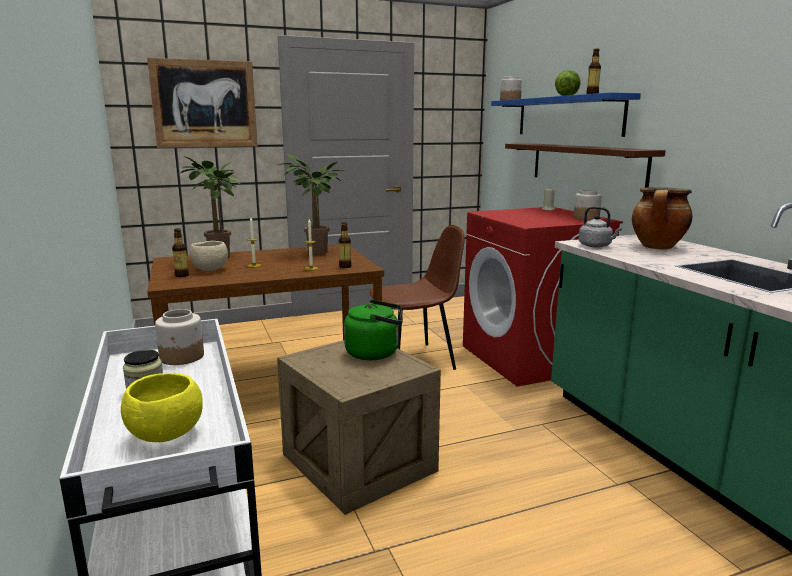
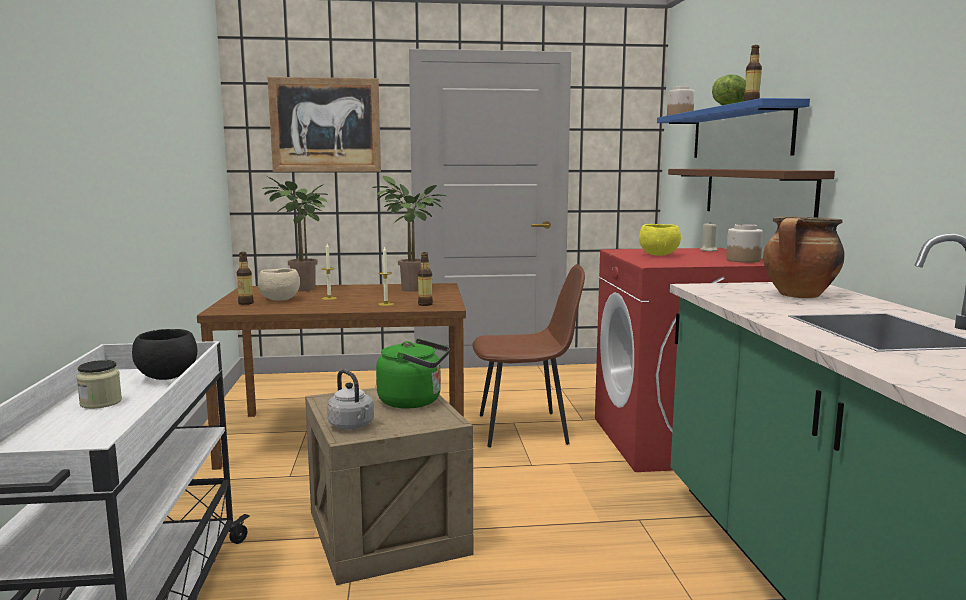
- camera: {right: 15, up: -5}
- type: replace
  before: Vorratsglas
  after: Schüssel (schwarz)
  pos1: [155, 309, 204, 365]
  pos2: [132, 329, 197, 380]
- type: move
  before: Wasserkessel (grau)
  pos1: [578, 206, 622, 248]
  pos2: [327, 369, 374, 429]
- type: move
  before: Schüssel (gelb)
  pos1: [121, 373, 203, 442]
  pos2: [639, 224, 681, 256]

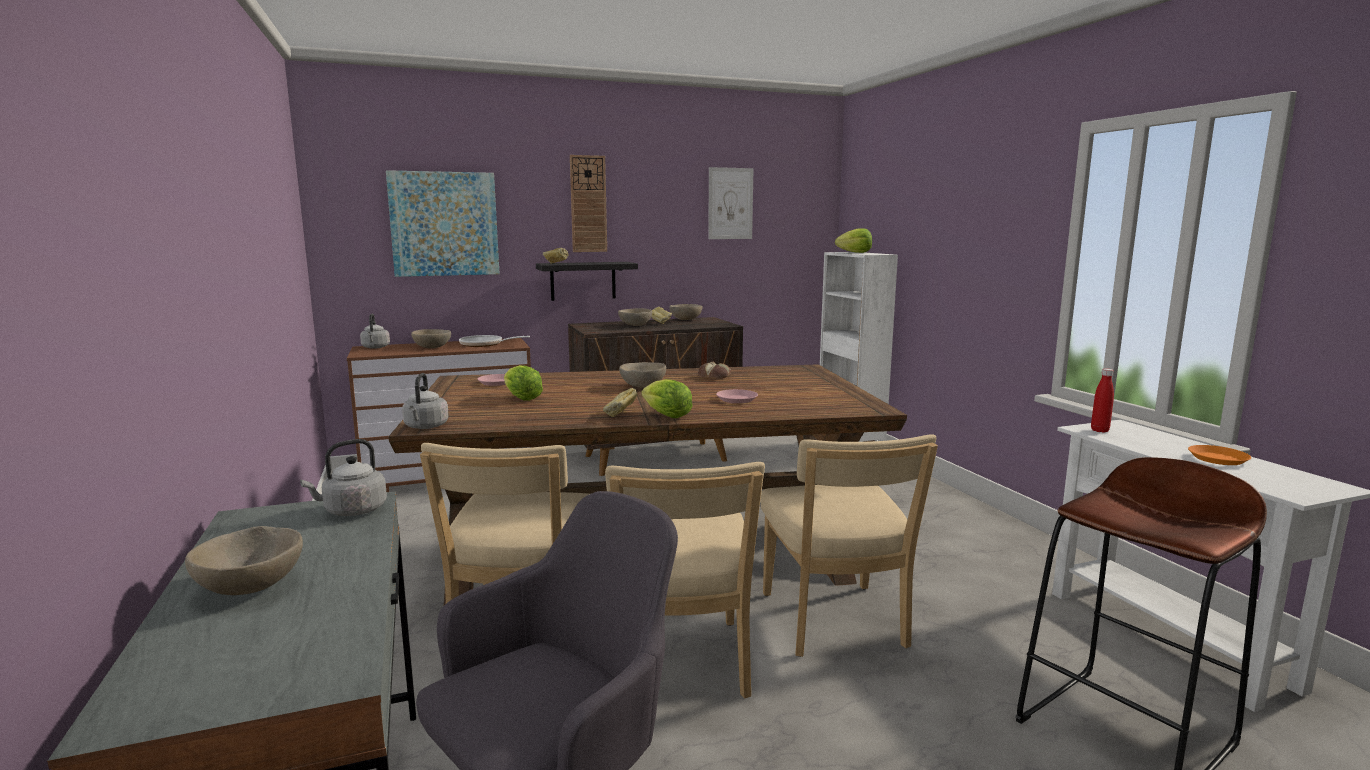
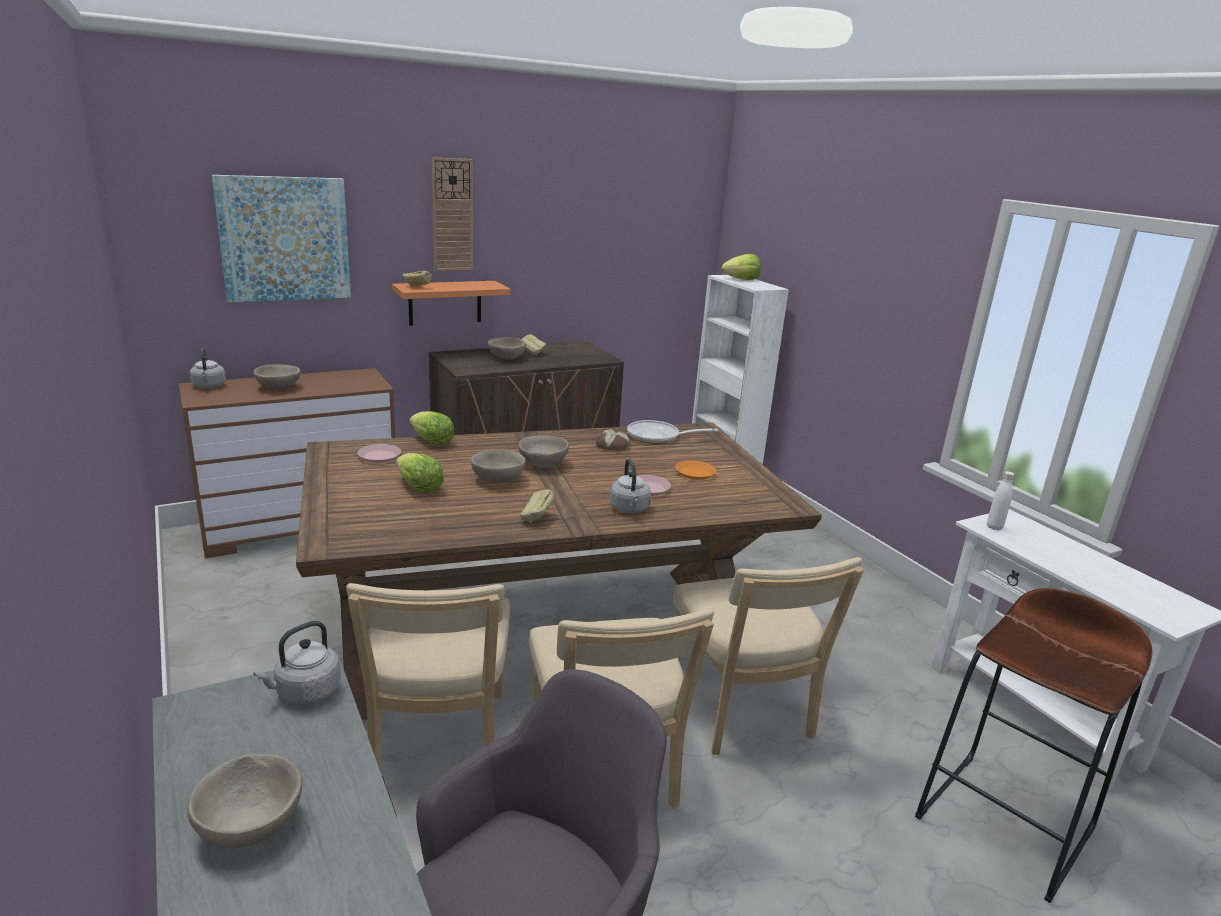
- camera: {right: -10, up: 10}
- type: recolor
  before: Wandregal (schwarz)
  after: Wandregal (orange)
  pos1: [536, 262, 638, 301]
  pos2: [392, 281, 510, 326]
- type: move
  before: Salatkopf
  pos1: [642, 379, 693, 418]
  pos2: [410, 411, 454, 446]
- type: move
  before: Schüssel (beige)
  pos1: [670, 304, 702, 320]
  pos2: [471, 449, 526, 483]
- type: move
  before: Wasserkessel (grau)
  pos1: [402, 373, 449, 429]
  pos2: [610, 459, 651, 513]
- type: move
  before: Pfanne
  pos1: [459, 335, 530, 347]
  pos2: [627, 420, 718, 444]
- type: move
  before: Teller (orange)
  pos1: [1188, 445, 1251, 465]
  pos2: [675, 460, 717, 480]
- type: recolor
  before: Flasche (rot)
  after: Flasche (weiß)
  pos1: [1091, 369, 1114, 433]
  pos2: [987, 471, 1015, 530]
- type: delete
  before: Bild
  pos1: [708, 167, 754, 239]

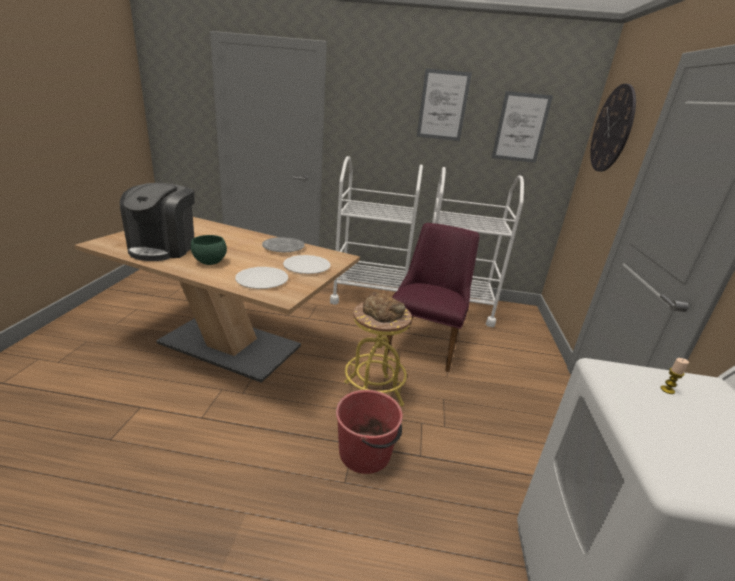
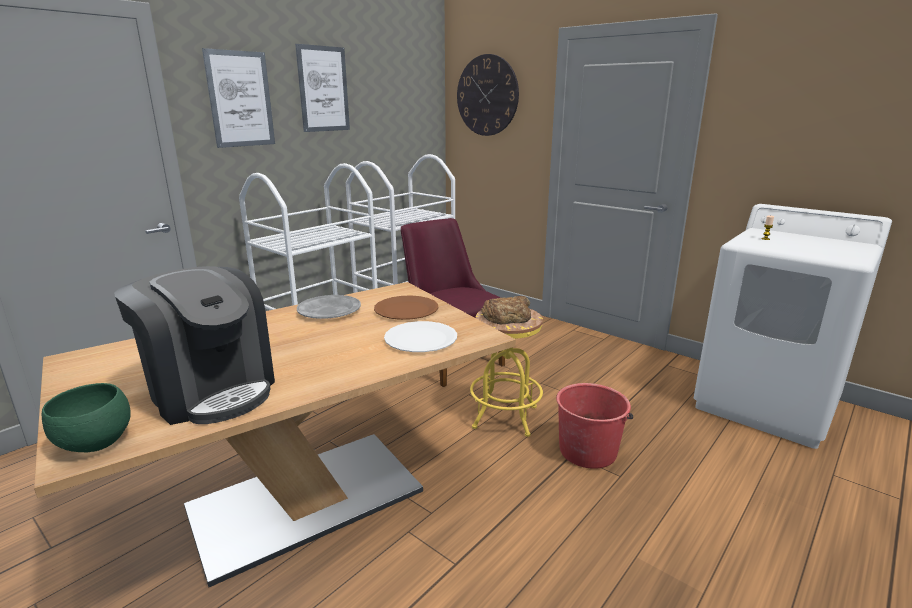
- camera: {right: -55, up: -5}
- type: move
  before: Schüssel (grün)
  pos1: [191, 235, 227, 265]
  pos2: [42, 383, 131, 452]
- type: move
  before: Bild
  pos1: [492, 91, 553, 163]
  pos2: [202, 48, 275, 148]
- type: recolor
  before: Teller (weiß)
  after: Teller (braun)
  pos1: [283, 255, 330, 274]
  pos2: [374, 295, 438, 320]

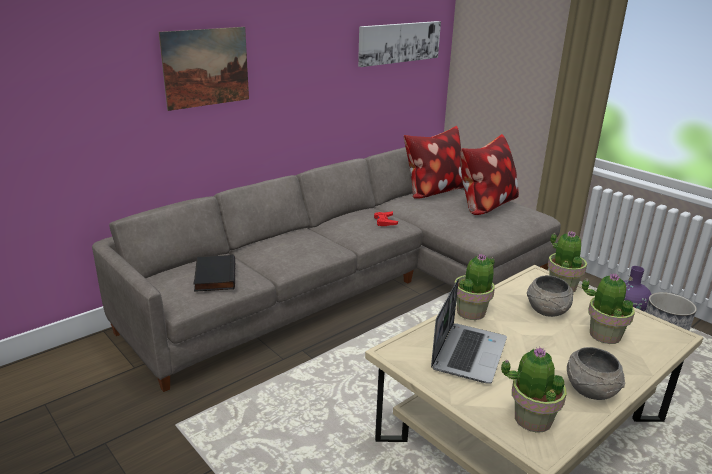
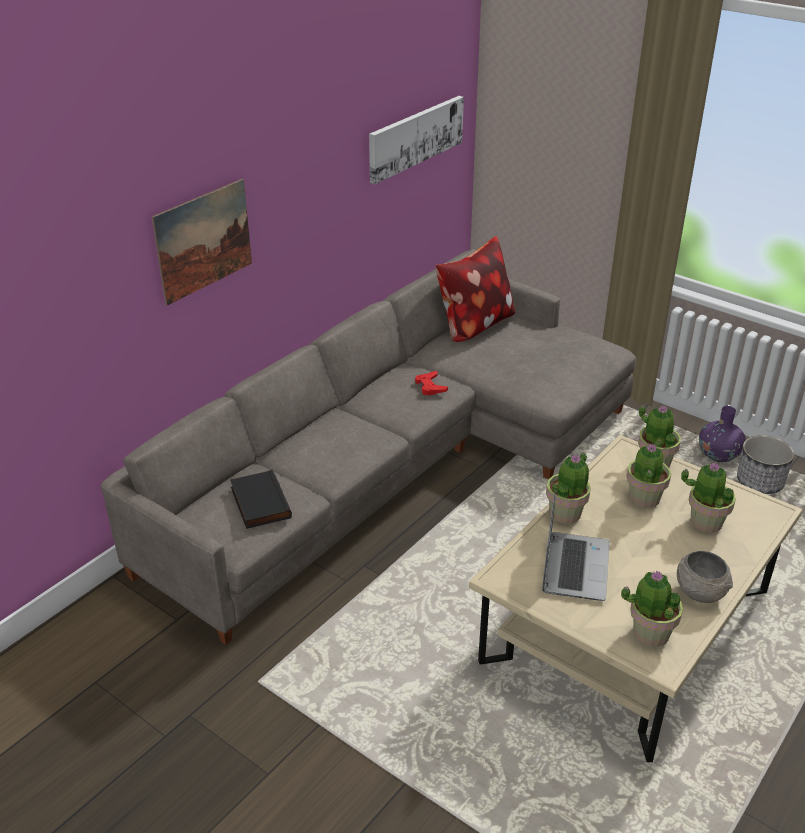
- camera: {right: -10, up: 10}
- type: replace
  before: Schüssel (grau)
  after: Topfpflanze
  pos1: [527, 275, 574, 317]
  pos2: [627, 443, 671, 508]
- type: delete
  before: Kissen
  pos1: [460, 134, 519, 215]

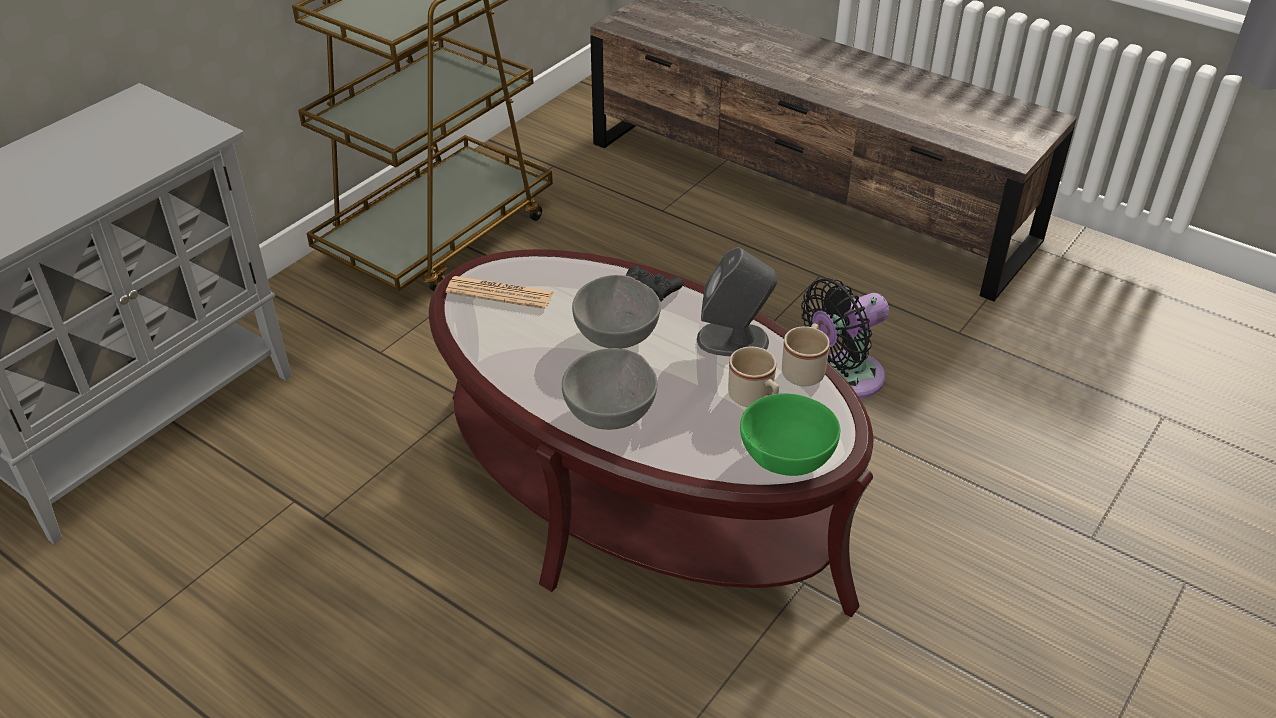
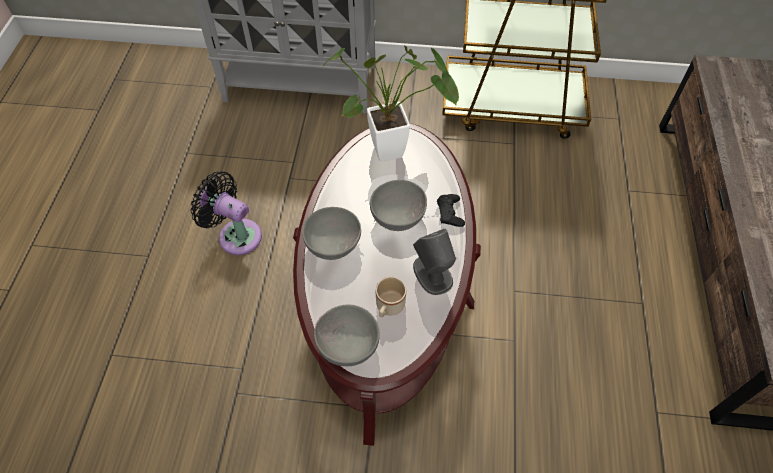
- camera: {right: 60, up: 15}
- type: move
  before: Ventilator (schwarz)
  pos1: [801, 278, 889, 398]
  pos2: [190, 171, 262, 255]
- type: recolor
  before: Schüssel (grün)
  after: Schüssel (grau)
  pos1: [740, 393, 840, 476]
  pos2: [314, 305, 380, 366]
- type: replace
  before: Zeitung
  after: Topfpflanze
  pos1: [446, 276, 554, 309]
  pos2: [323, 45, 459, 162]
- type: delete
  before: Henkelbecher (beige)
  pos1: [782, 323, 830, 386]

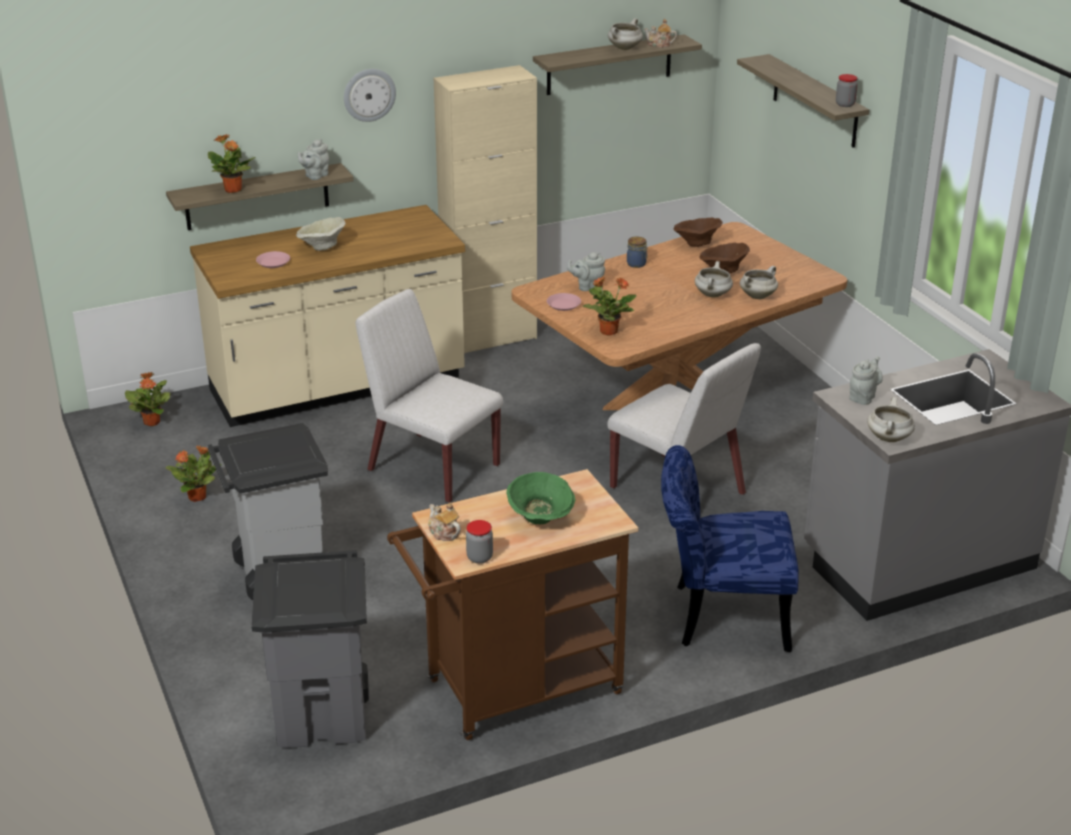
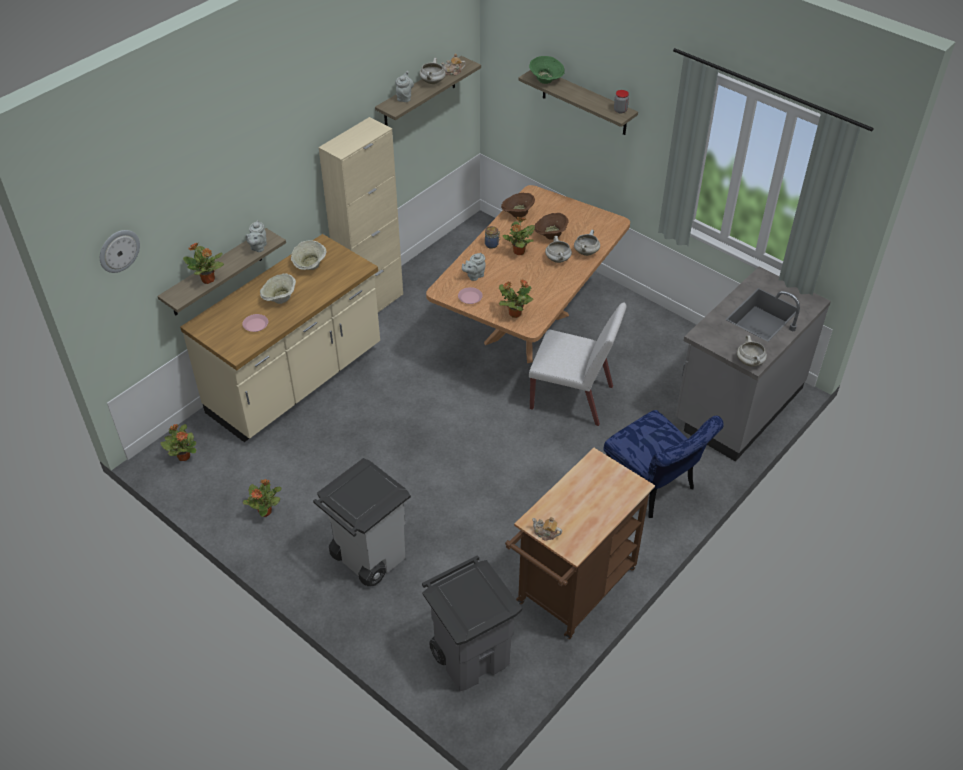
- camera: {right: -25, up: 15}
- type: move
  before: Wanduhr
  pos1: [344, 69, 396, 122]
  pos2: [100, 230, 140, 273]
- type: insert
  after: Schüssel (beige)
  pos2: [291, 240, 326, 270]
- type: move
  before: Teekanne (grau)
  pos1: [849, 356, 883, 405]
  pos2: [395, 71, 414, 102]
- type: insert
  after: Topfpflanze
  pos2: [503, 217, 535, 255]
- type: move
  before: Schüssel (grün)
  pos1: [506, 472, 576, 524]
  pos2: [529, 56, 565, 84]
- type: rotate
  before: Stuhl (blau)
  pos1: [661, 445, 799, 652]
  pos2: [603, 410, 724, 518]
  turn: -105
- type: delete
  before: Stuhl (weiß)
  pos1: [356, 289, 503, 503]
- type: delete
  before: Vorratsglas
  pos1: [466, 520, 493, 564]

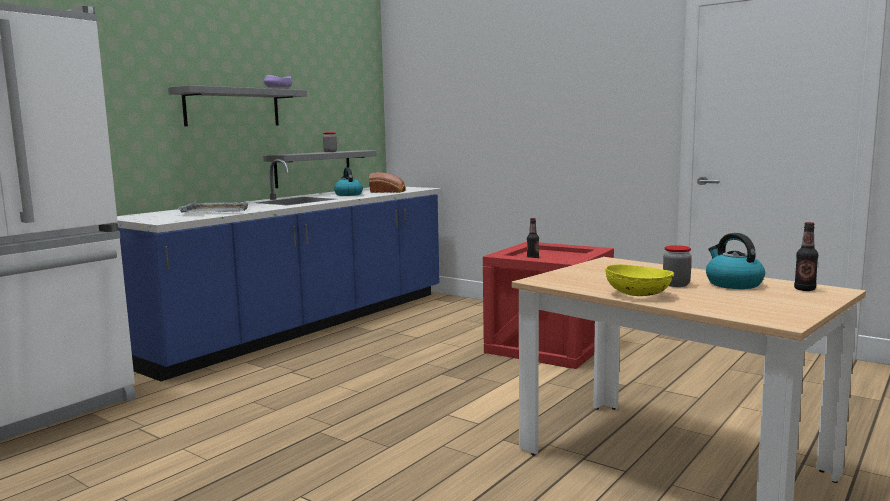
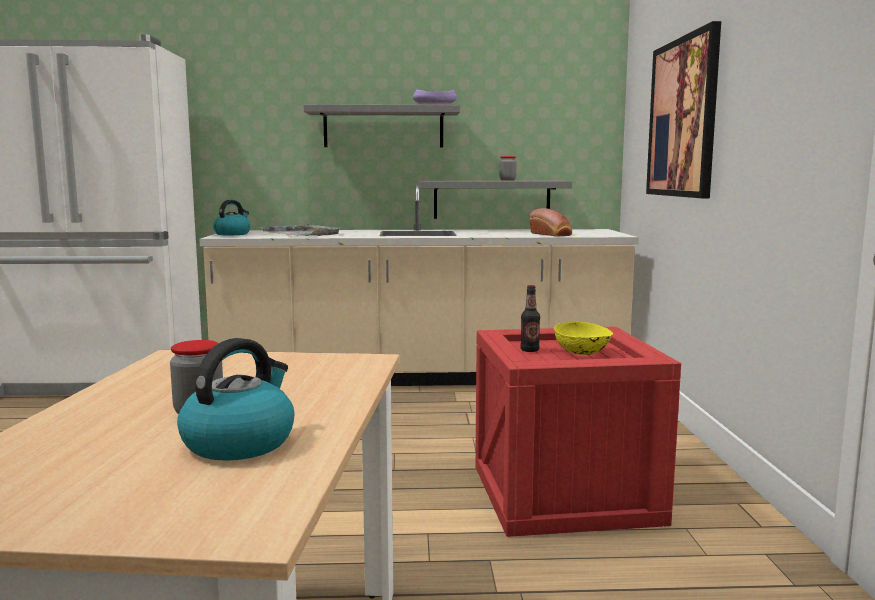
- camera: {right: 50, up: 0}
- type: recolor
  before: Küchenzeile (blau)
  after: Küchenzeile (beige)
  pos1: [117, 159, 442, 381]
  pos2: [199, 185, 639, 386]
- type: move
  before: Wasserkessel
  pos1: [334, 168, 363, 196]
  pos2: [213, 200, 251, 235]
- type: move
  before: Schüssel (gelb)
  pos1: [605, 264, 674, 296]
  pos2: [554, 322, 613, 355]
- type: insert
  after: Bild
  pos2: [646, 21, 721, 198]
- type: delete
  before: Flasche
  pos1: [794, 222, 818, 291]

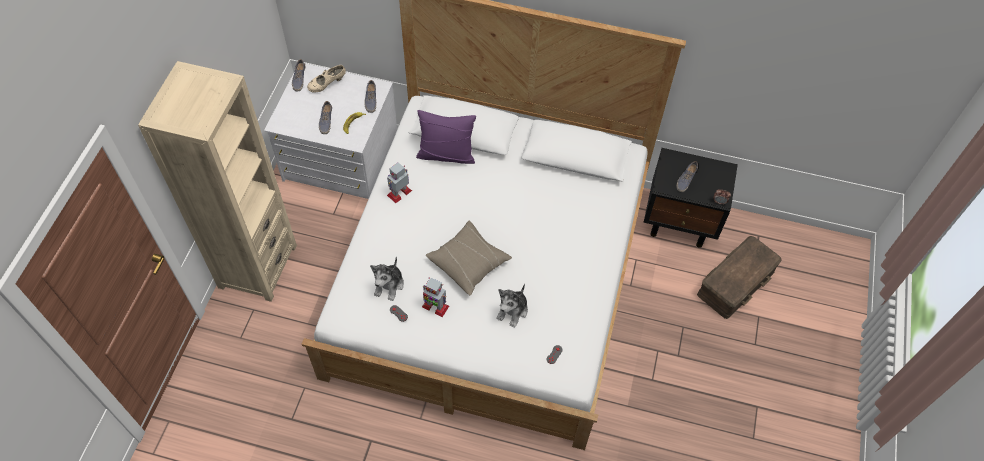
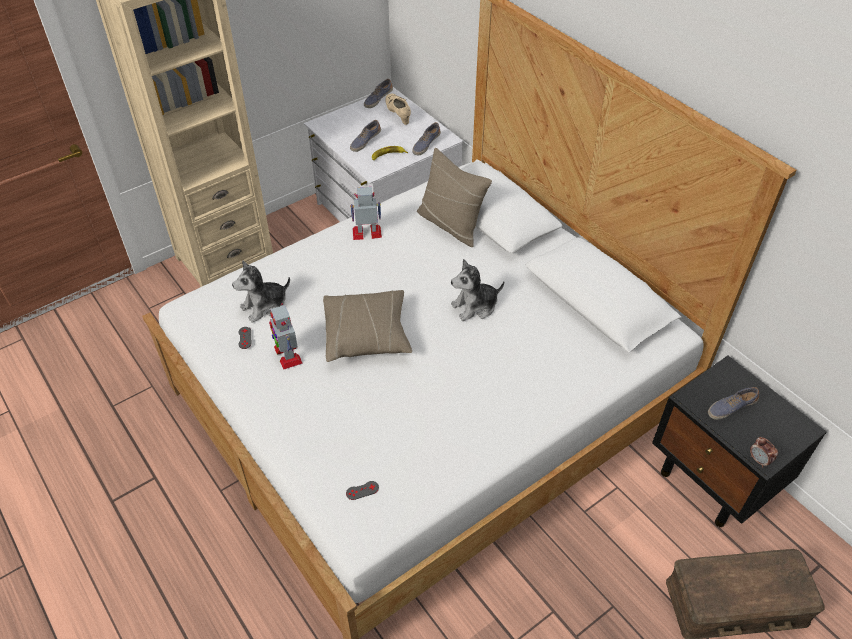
- camera: {right: 40, up: -10}
- type: rotate
  before: Schuh (beige)
  pos1: [307, 65, 346, 92]
  pos2: [385, 94, 411, 125]
  turn: 60
- type: recolor
  before: Kissen (lila)
  after: Kissen (beige)
  pos1: [416, 110, 476, 164]
  pos2: [417, 148, 492, 247]
- type: move
  before: Plüschtier
  pos1: [496, 284, 528, 328]
  pos2: [451, 259, 504, 321]

